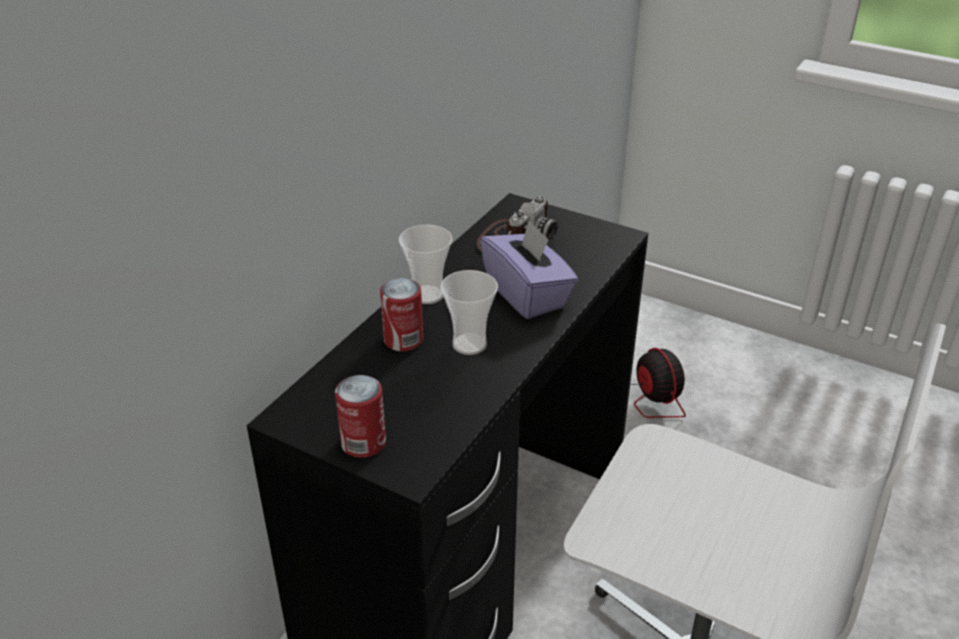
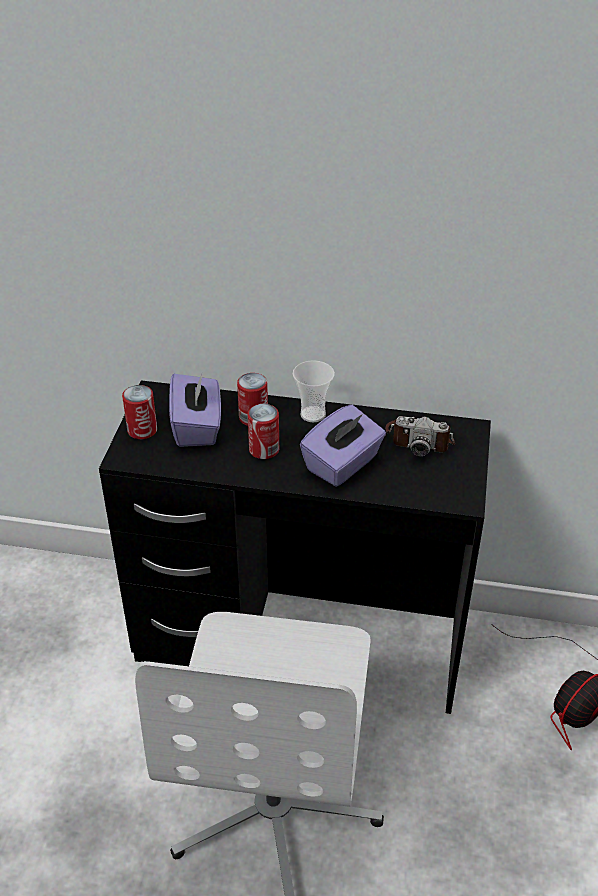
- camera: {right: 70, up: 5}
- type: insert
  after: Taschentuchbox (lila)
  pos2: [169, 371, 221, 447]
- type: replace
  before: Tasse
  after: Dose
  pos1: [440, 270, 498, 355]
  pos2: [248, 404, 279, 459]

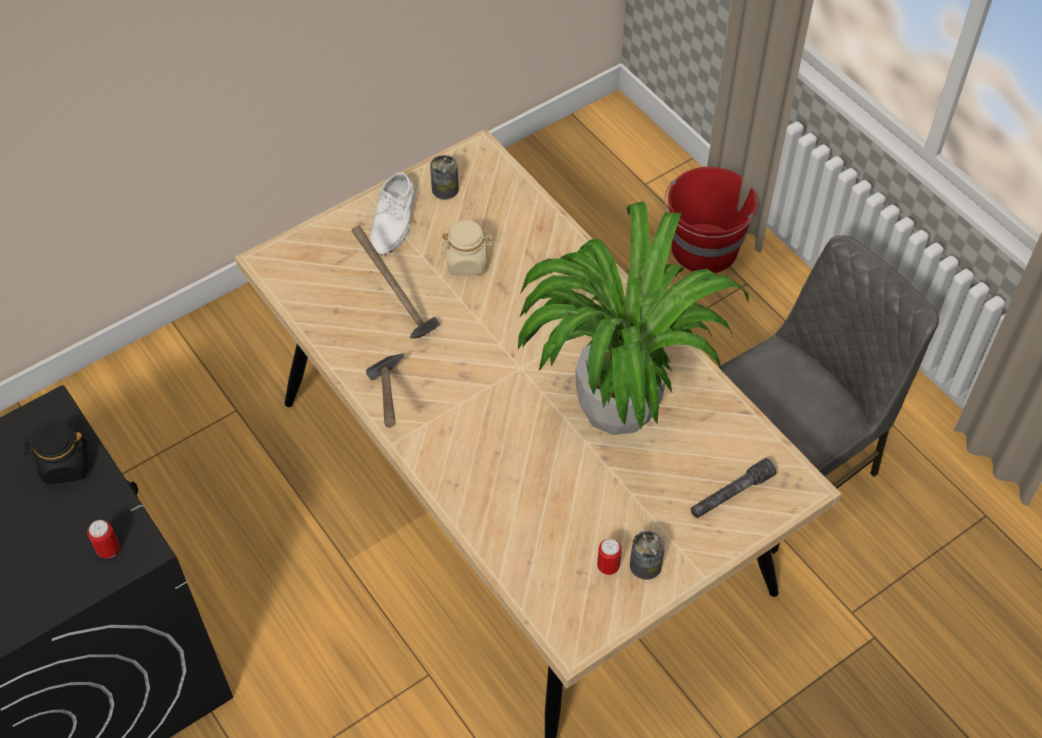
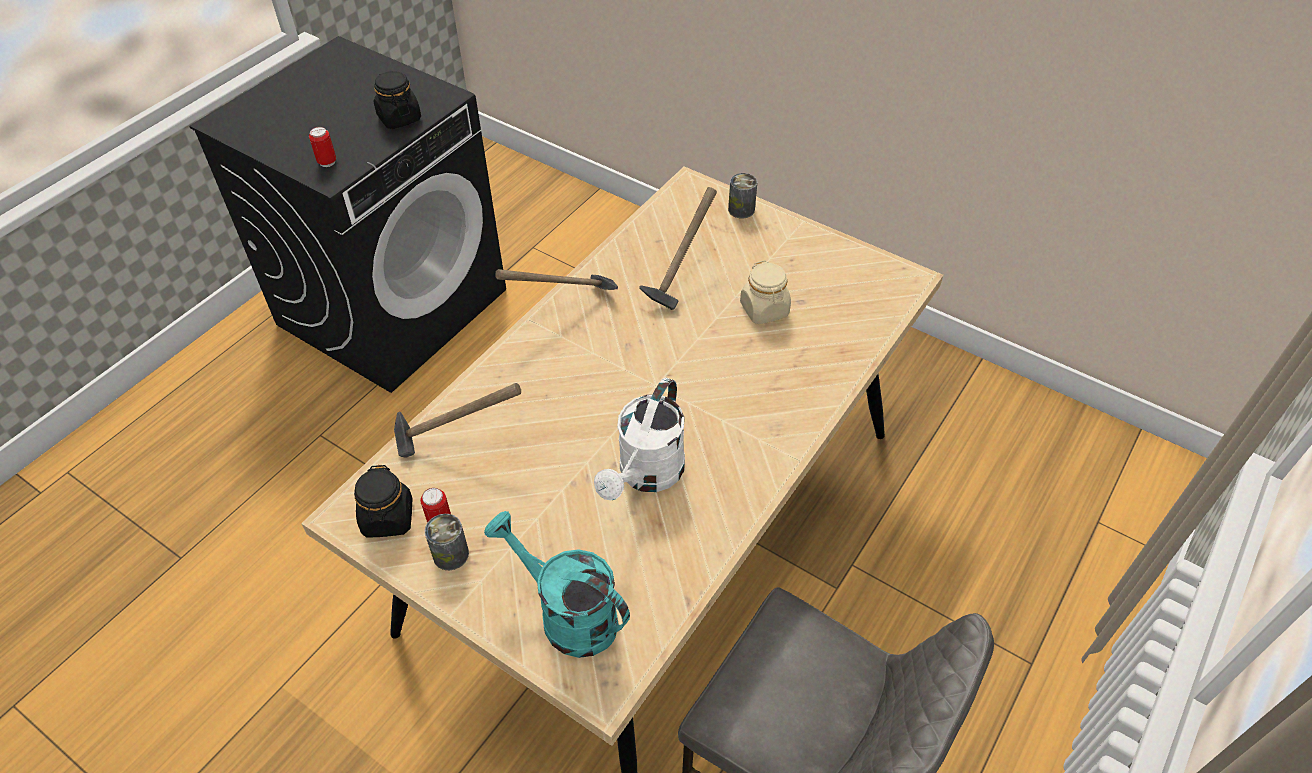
- camera: {right: 70, up: -5}
- type: insert
  after: Vorratsglas (schwarz)
  pos2: [354, 465, 413, 538]
- type: insert
  after: Hammer
  pos2: [394, 383, 521, 458]
- type: replace
  before: Taschenlampe (grau)
  after: Gießkanne (türkis)
  pos1: [691, 458, 776, 518]
  pos2: [484, 511, 630, 658]
- type: replace
  before: Topfpflanze
  after: Gießkanne (weiß)
  pos1: [518, 201, 748, 435]
  pos2: [594, 377, 685, 500]
- type: move
  before: Dose
  pos1: [430, 155, 459, 200]
  pos2: [728, 173, 757, 219]
- type: delete
  before: Schuh (weiß)
  pos1: [370, 172, 415, 255]
- type: delete
  before: Eimer (rot)
  pos1: [664, 167, 757, 273]

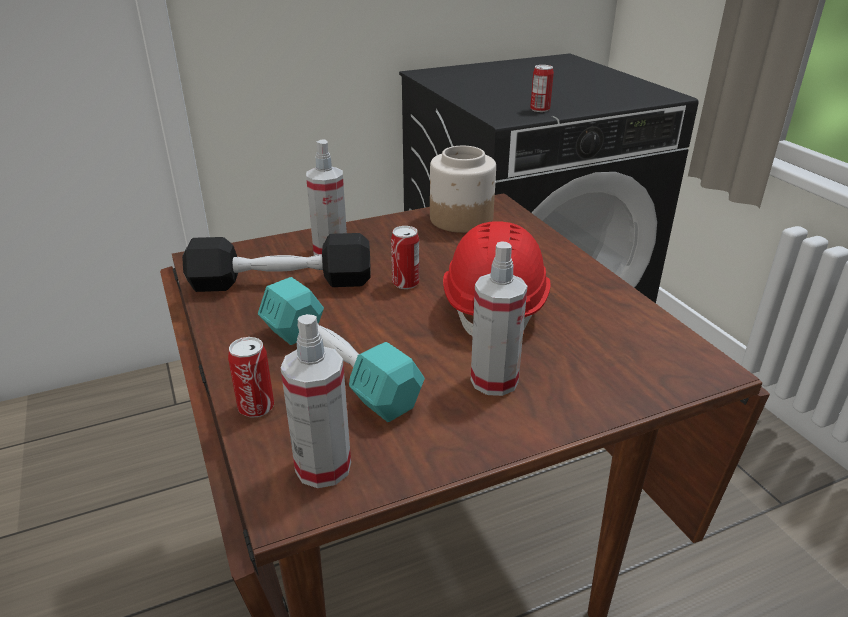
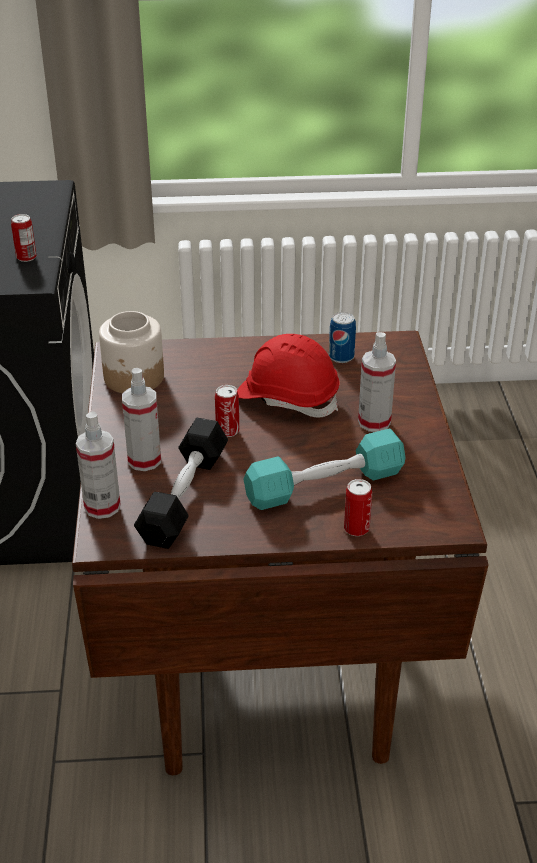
- camera: {right: -70, up: 5}
- type: move
  before: Sprühflasche
  pos1: [281, 315, 351, 488]
  pos2: [76, 411, 121, 519]
- type: insert
  after: Dose
  pos2: [329, 312, 356, 363]

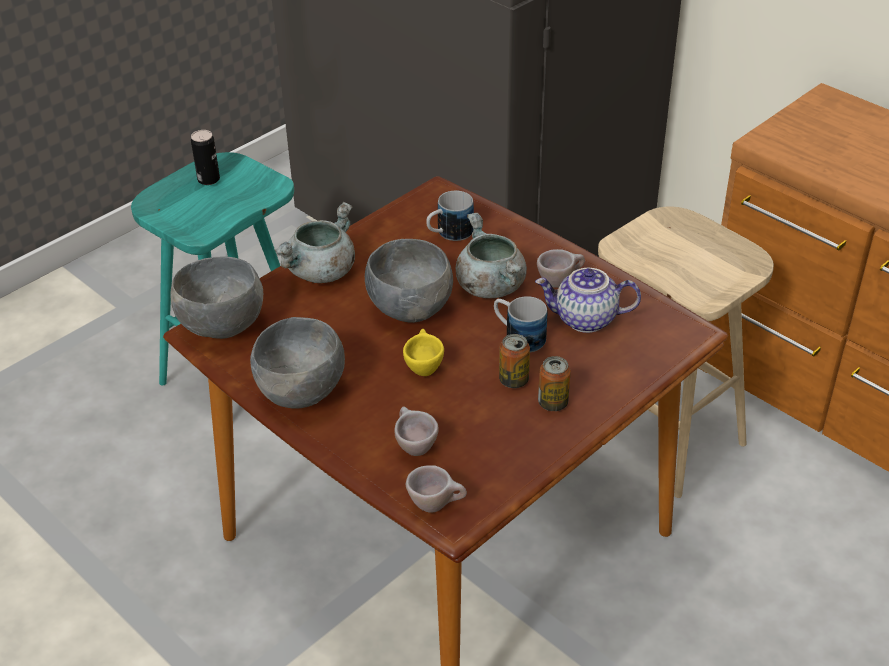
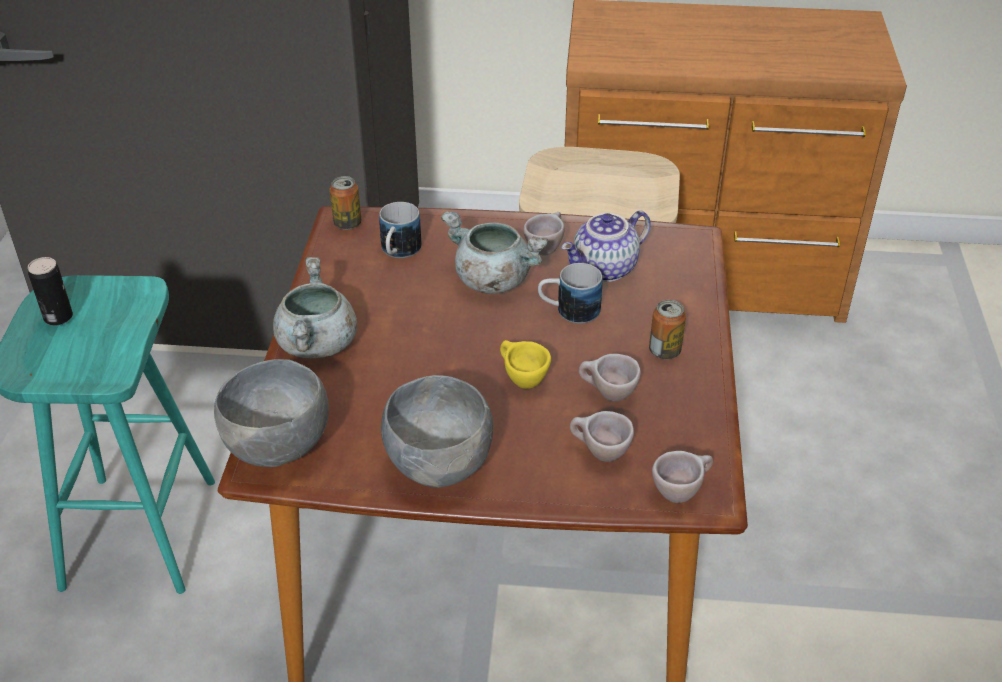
- camera: {right: -40, up: 0}
- type: move
  before: Dose
  pos1: [499, 334, 530, 388]
  pos2: [329, 176, 362, 230]
- type: insert
  after: Tasse (beige)
  pos2: [579, 354, 641, 401]
- type: delete
  before: Schüssel (grau)
  pos1: [365, 239, 453, 323]

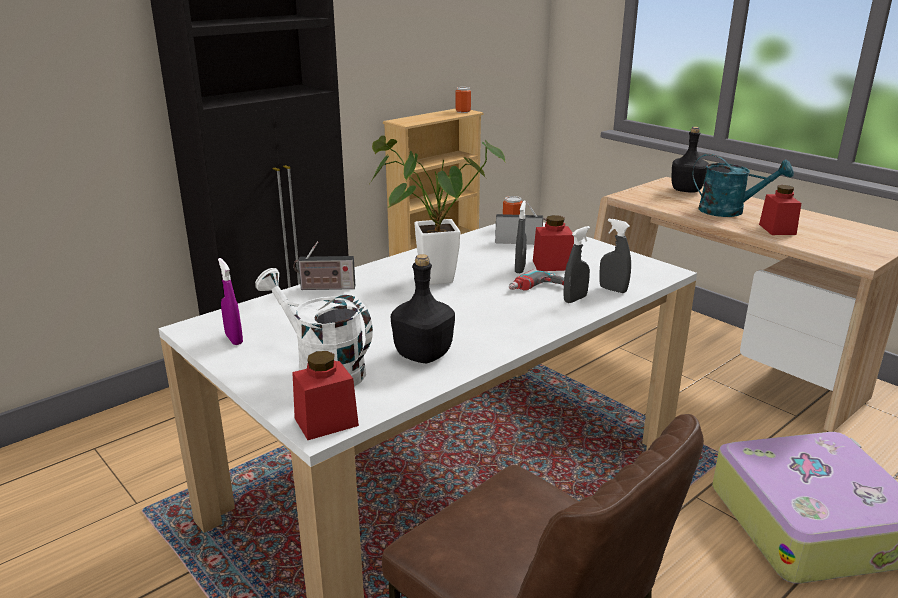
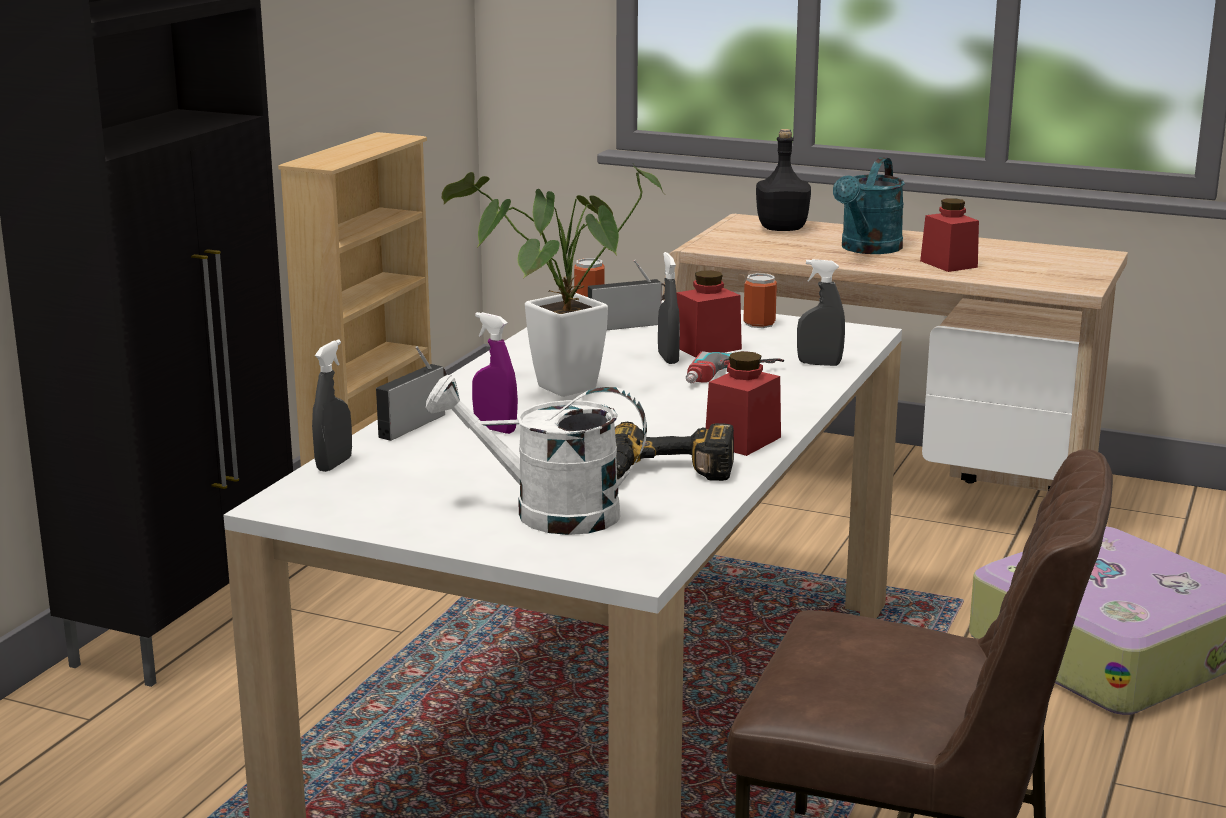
- camera: {right: -25, up: -5}
- type: move
  before: Sprühflasche (grau)
  pos1: [563, 226, 590, 303]
  pos2: [312, 340, 352, 472]
- type: rotate
  before: Radio
  pos1: [293, 242, 355, 290]
  pos2: [376, 346, 446, 441]
  turn: 150
- type: move
  before: Sprühflasche (lila)
  pos1: [218, 258, 243, 345]
  pos2: [472, 312, 518, 434]
- type: replace
  before: Flasche (schwarz)
  after: Bohrmaschine
  pos1: [391, 254, 455, 363]
  pos2: [615, 422, 734, 481]
- type: move
  before: Vorratsglas (rot)
  pos1: [292, 351, 359, 440]
  pos2: [706, 351, 781, 456]
- type: move
  before: Dose
  pos1: [456, 87, 471, 113]
  pos2: [743, 273, 777, 328]
- type: rotate
  before: Gießkanne (türkis)
  pos1: [692, 154, 794, 217]
  pos2: [833, 157, 905, 254]
  turn: 120

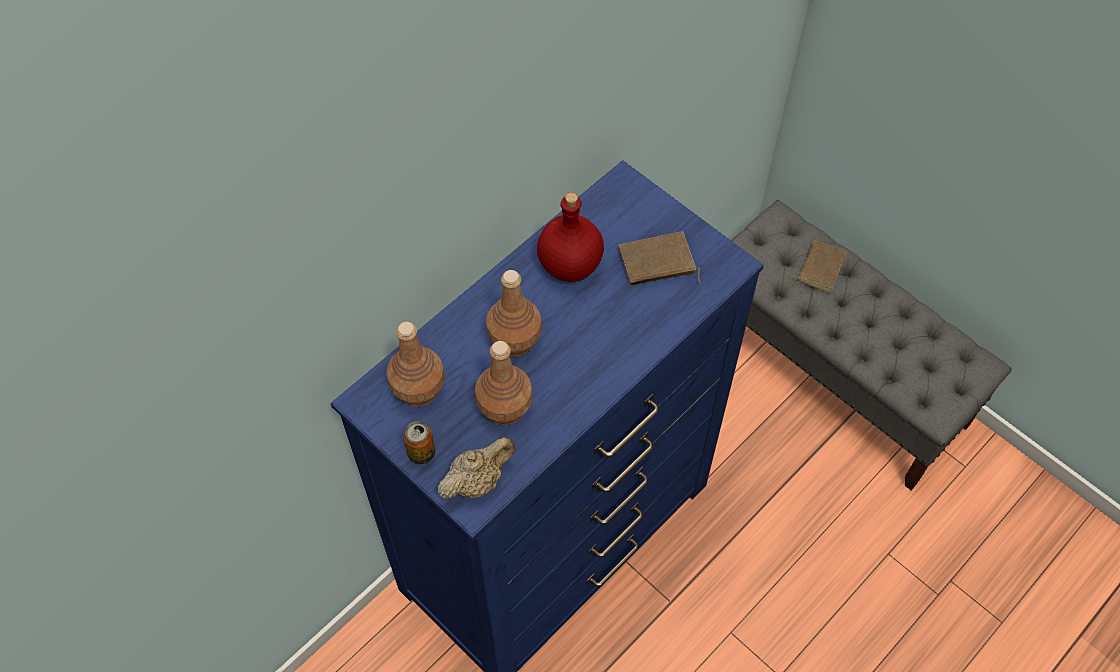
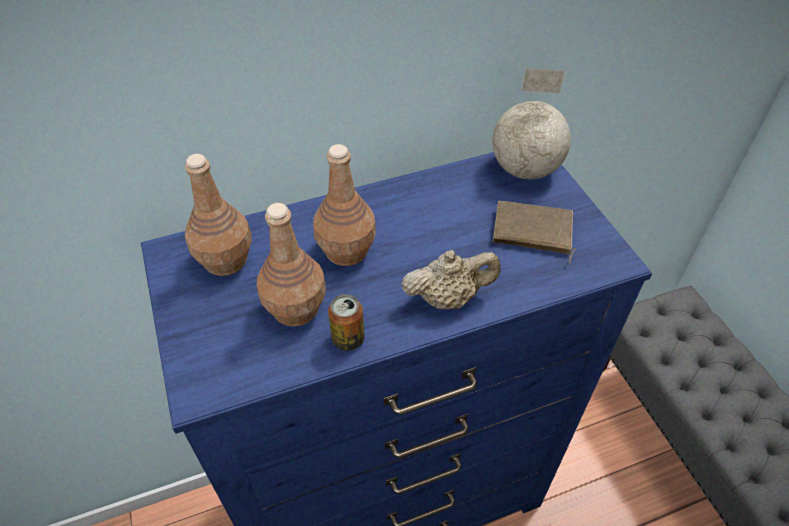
- camera: {right: 25, up: -10}
- type: move
  before: Dose
  pos1: [403, 421, 435, 464]
  pos2: [328, 294, 365, 351]
- type: move
  before: Teekanne (beige)
  pos1: [438, 437, 515, 499]
  pos2: [401, 250, 501, 309]
- type: insert
  after: Globus
  pos2: [492, 68, 571, 179]
- type: delete
  before: Flasche (rot)
  pos1: [537, 192, 604, 282]
- type: delete
  before: Buch (braun)
  pos1: [788, 240, 846, 293]

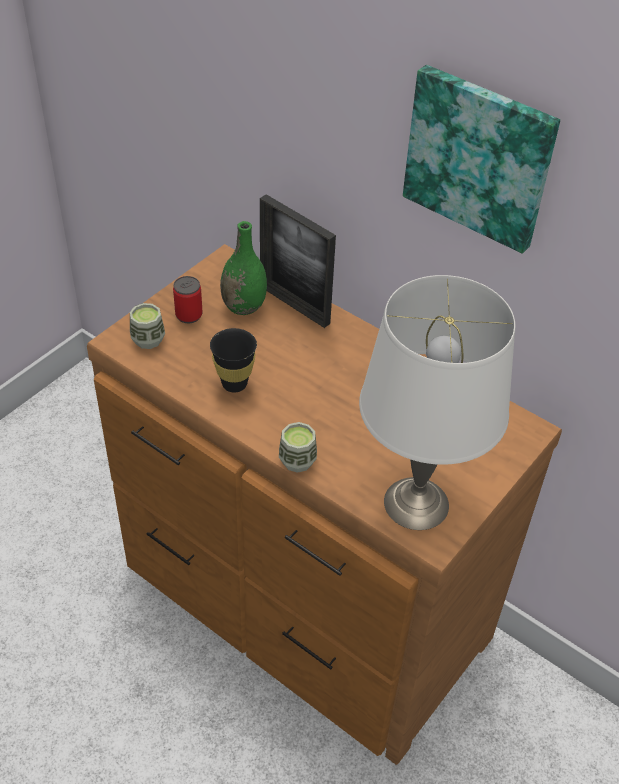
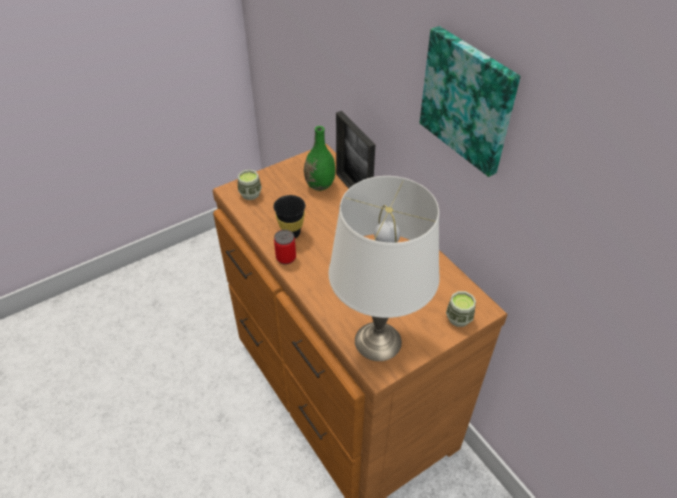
- camera: {right: 20, up: 0}
- type: move
  before: Dose
  pos1: [173, 276, 203, 323]
  pos2: [274, 230, 296, 265]
- type: move
  before: Tasse
  pos1: [279, 422, 317, 473]
  pos2: [446, 291, 476, 327]

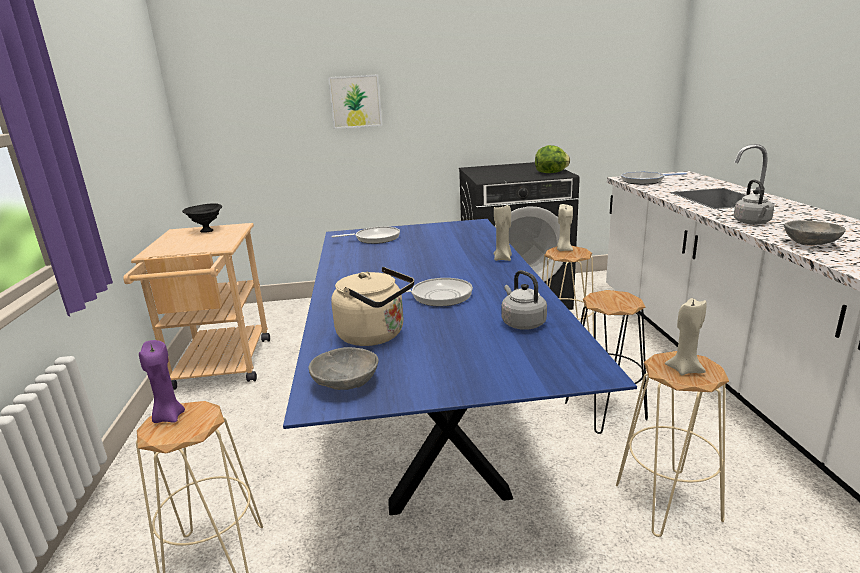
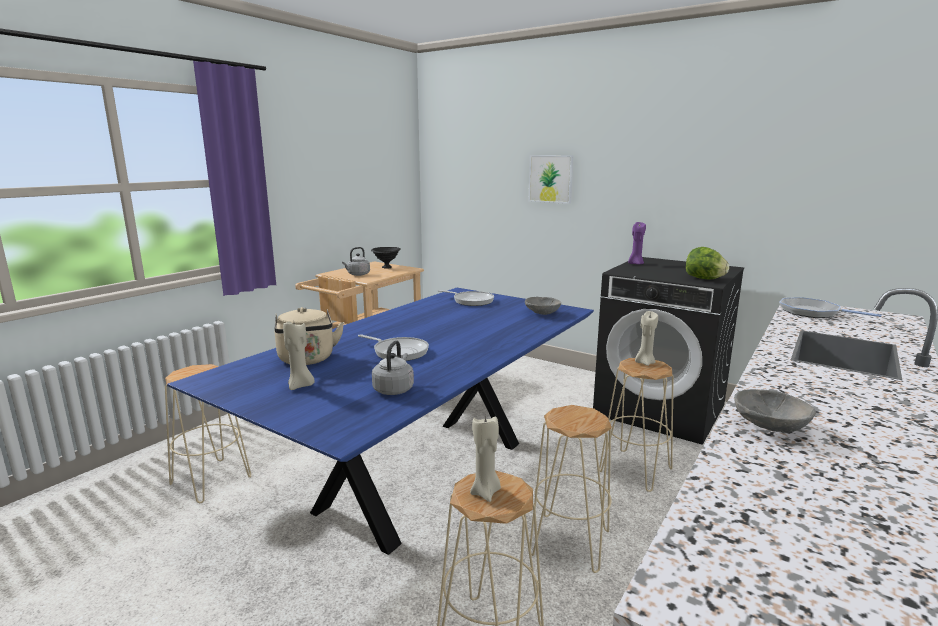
- camera: {right: 40, up: -5}
- type: move
  before: Kerze (beige)
  pos1: [493, 205, 512, 261]
  pos2: [283, 322, 315, 390]
- type: move
  before: Wasserkessel (grau)
  pos1: [734, 180, 774, 225]
  pos2: [342, 247, 370, 276]
- type: move
  before: Schüssel (grau)
  pos1: [308, 347, 378, 390]
  pos2: [525, 297, 561, 315]
- type: recolor
  before: Hocker (schwarz)
  after: Hocker (beige)
  pos1: [565, 290, 648, 434]
  pos2: [530, 405, 612, 573]
- type: move
  before: Kerze (lila)
  pos1: [139, 340, 185, 423]
  pos2: [628, 222, 646, 265]

